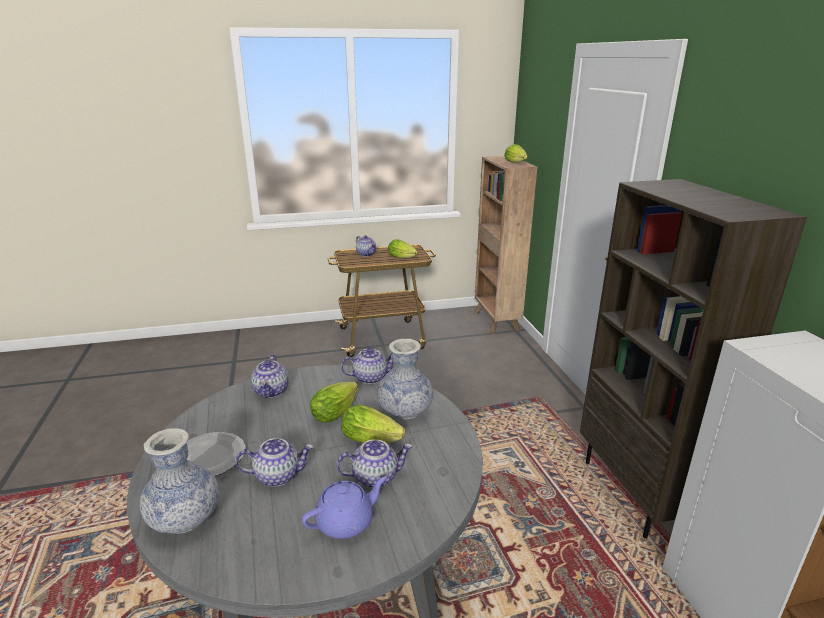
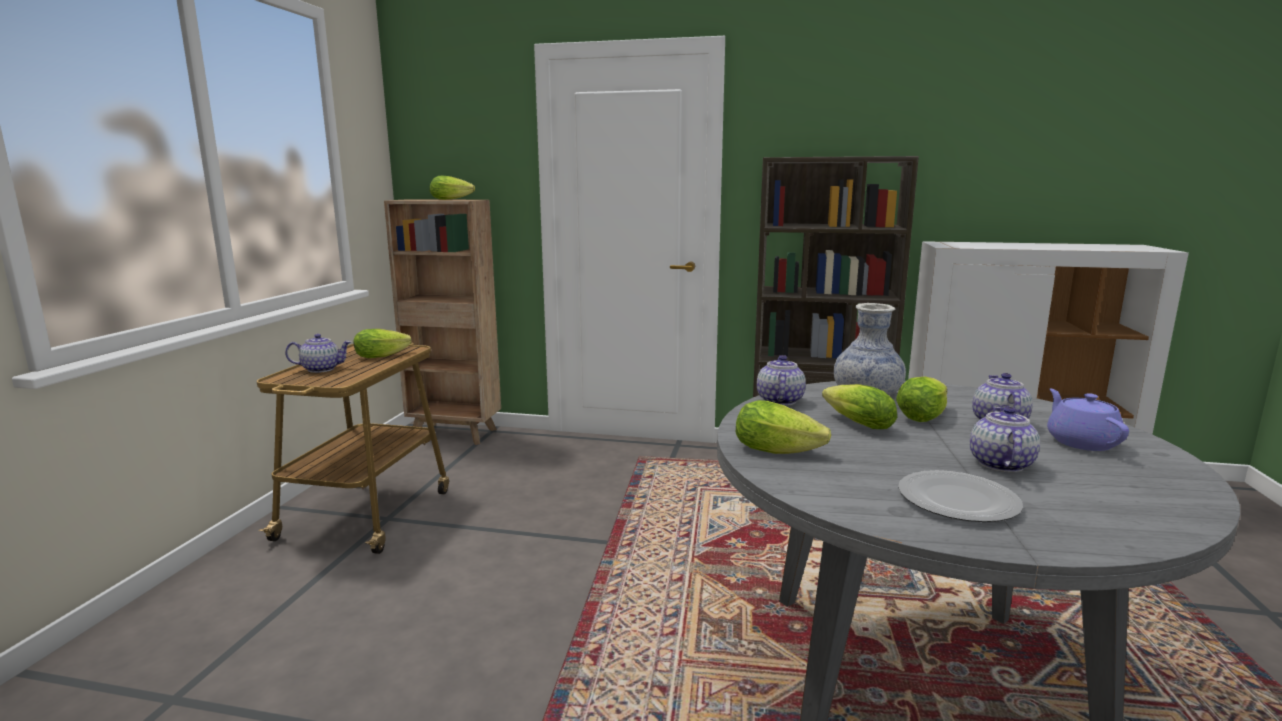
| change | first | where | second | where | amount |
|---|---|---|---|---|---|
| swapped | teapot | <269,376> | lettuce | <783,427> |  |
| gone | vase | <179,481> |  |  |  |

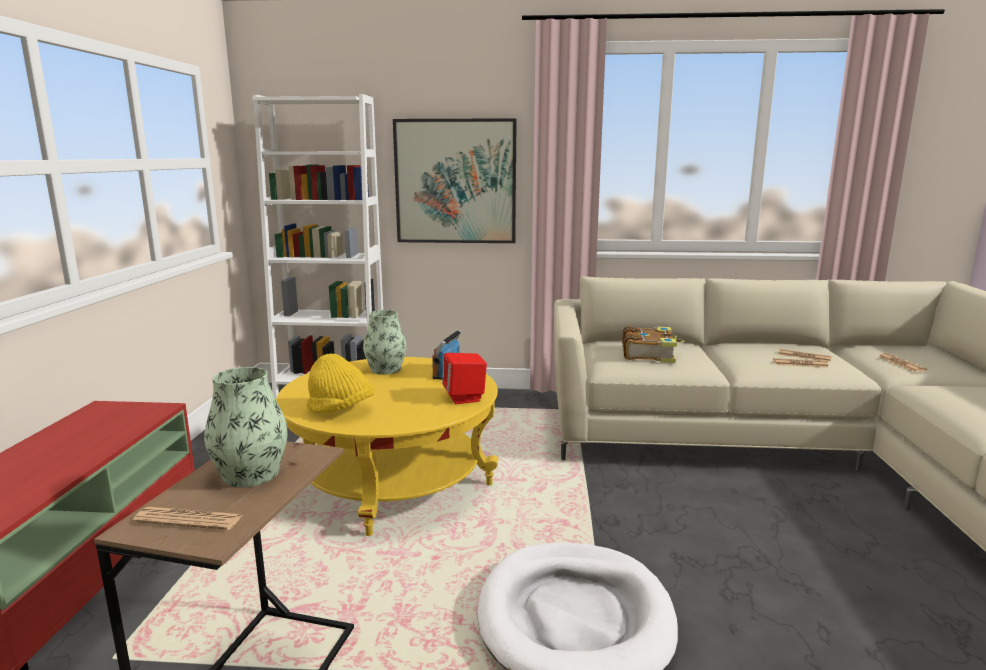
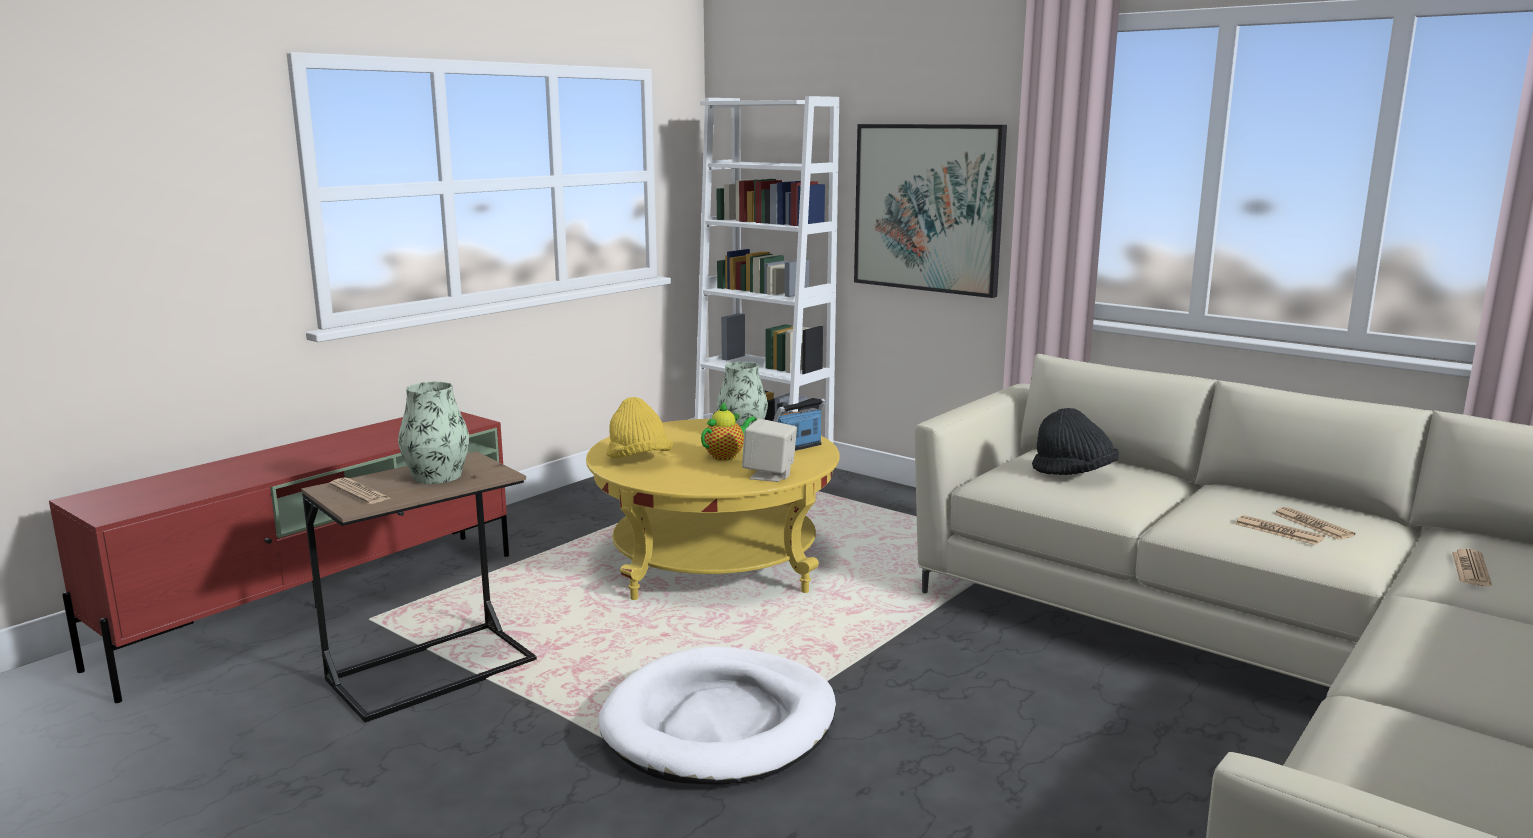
| change | first | where | second | where | amount |
|---|---|---|---|---|---|
| swapped | book | <653,344> | black hat | <1075,441> |  |
| repainted | red speaker | <464,378> | beige speaker | <769,450> |  |
| new |  |  | teapot | <728,431> |  |

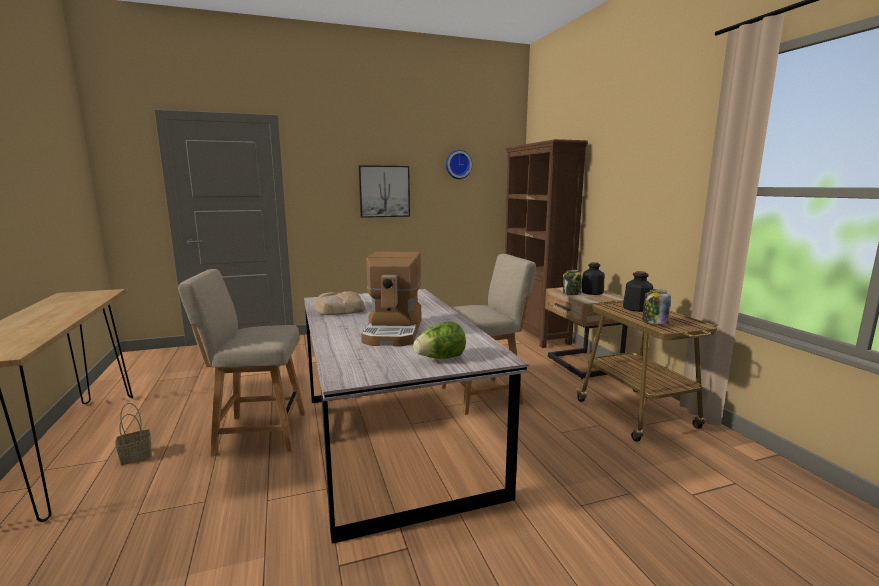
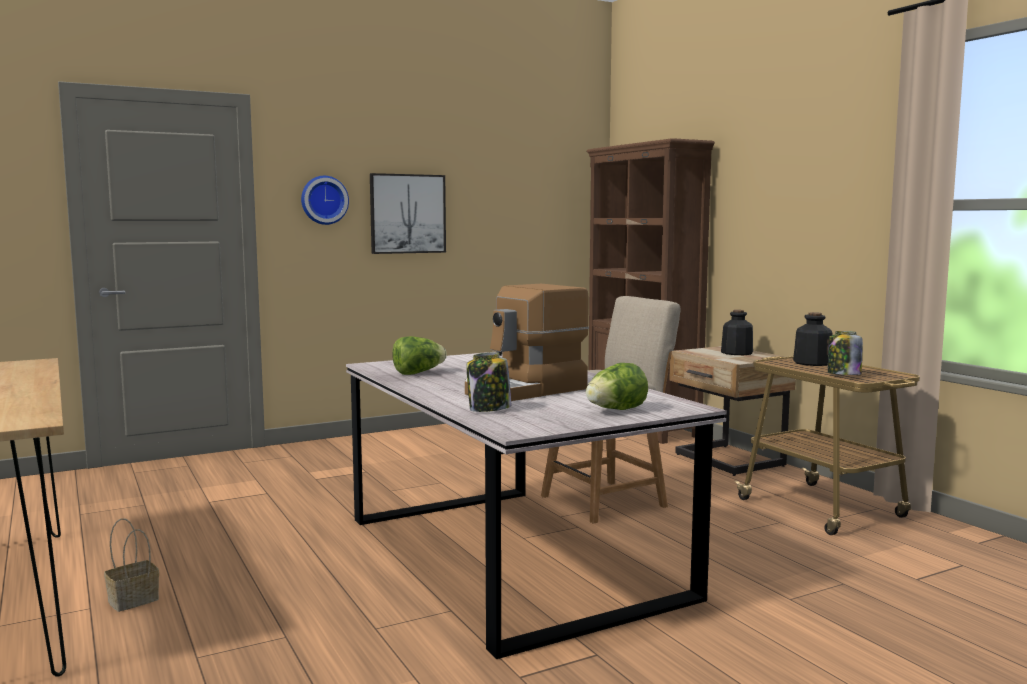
| change | first | where | second | where | amount |
|---|---|---|---|---|---|
| shifted | wall clock | <459,164> |  | <325,200> |  |
| rotated | coffee machine | <391,299> |  | <527,342> | 60 degrees clockwise |
| gone | beige chair | <241,362> |  |  |  |
| shifted | jar | <572,282> |  | <489,382> |  |
| swapped | bread | <340,303> | lettuce | <419,355> |  |

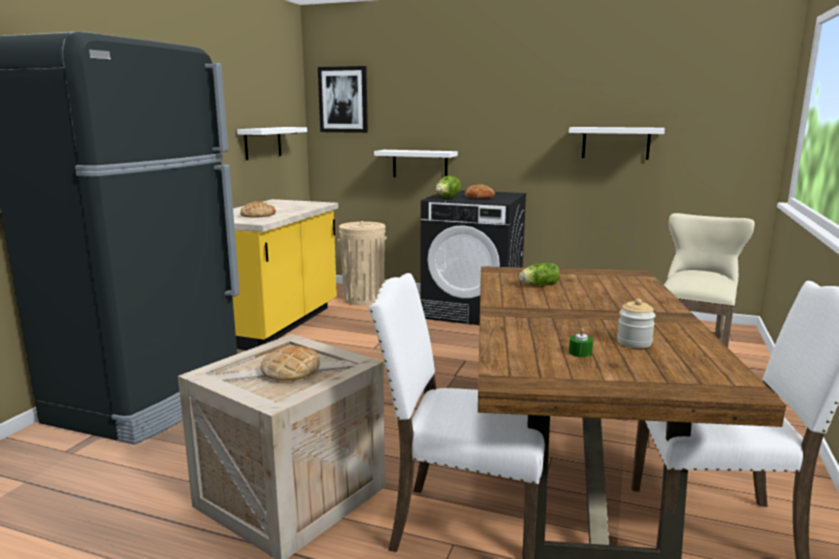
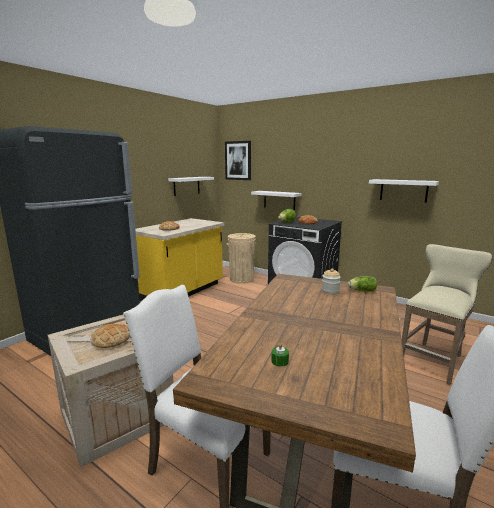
| change | first | where | second | where | amount |
|---|---|---|---|---|---|
| shifted | lettuce | <539,274> |  | <362,283> |  |
| shifted | jar | <636,323> |  | <331,281> |  |

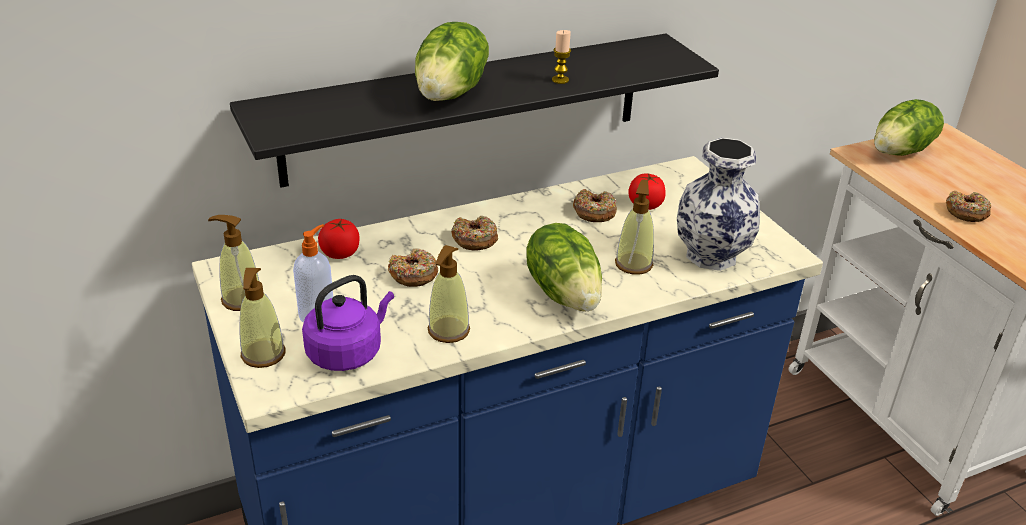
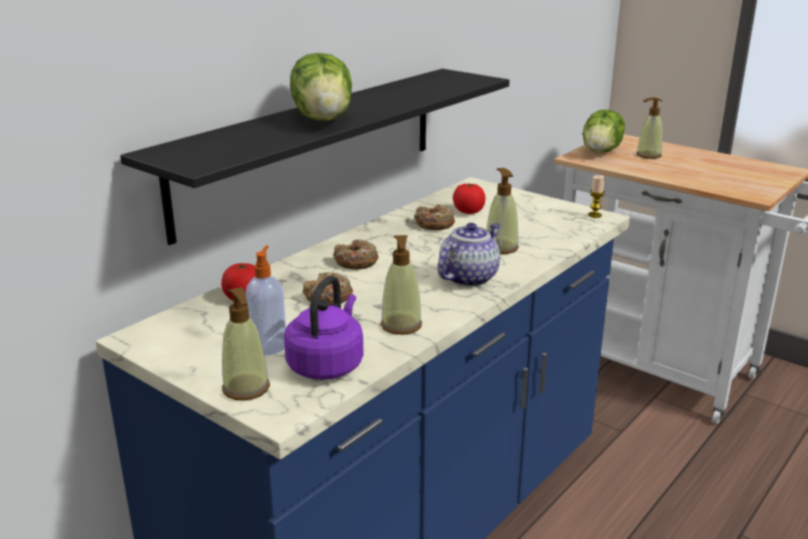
| change | first | where | second | where | amount |
|---|---|---|---|---|---|
| shifted | candle | <561,57> |  | <596,196> |  |
| gone | vase | <718,204> |  |  |  |
| gone | donut | <968,206> |  |  |  |
| shifted | soap dispenser | <233,263> |  | <649,128> |  |
| swapped | lettuce | <564,267> | teapot | <468,255> |  |

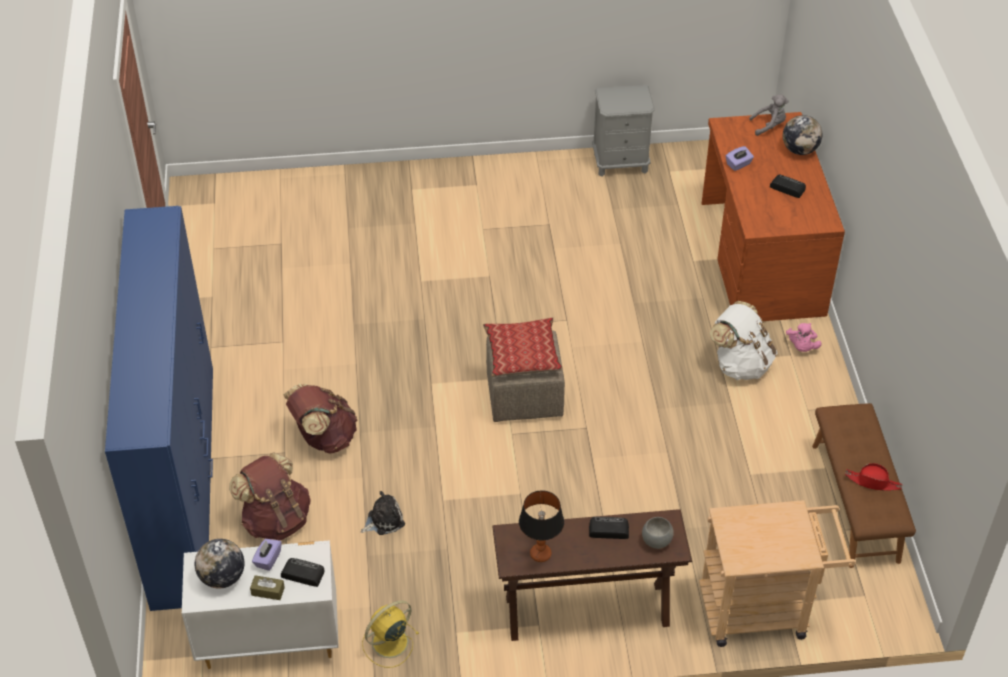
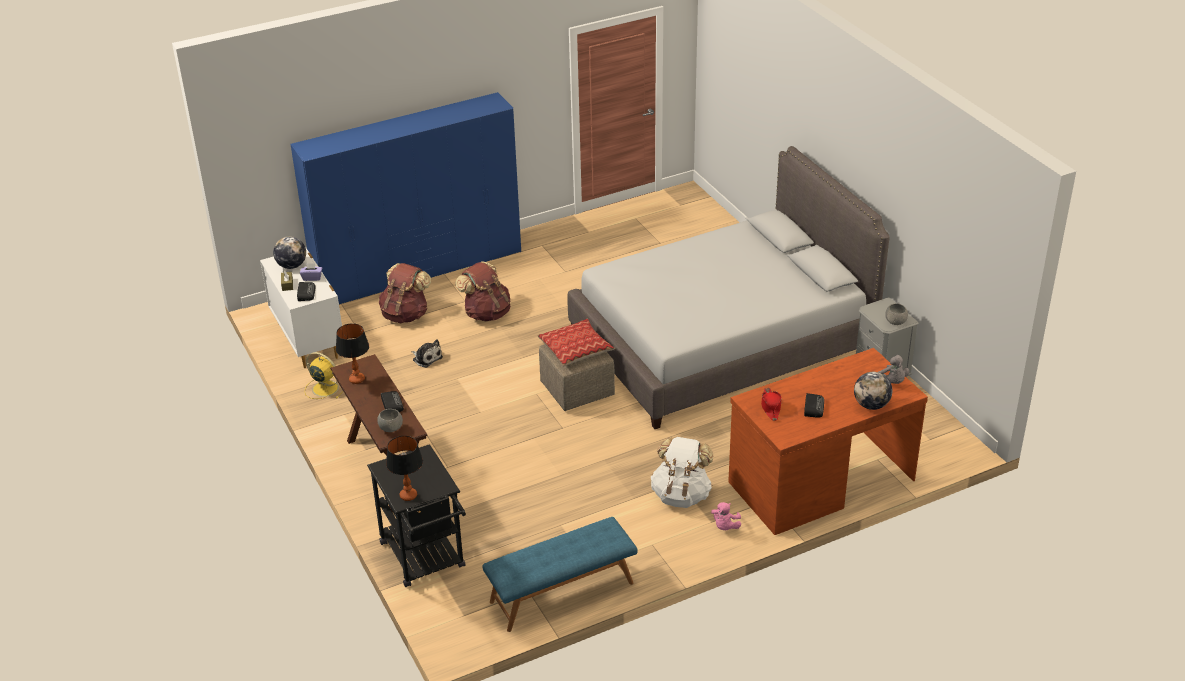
| change | first | where | second | where | amount |
|---|---|---|---|---|---|
| gone | purple tissue box | <740,158> |  |  |  |
| rotated | pink plush toy | <804,337> |  | <726,516> | 60 degrees counterclockwise |
| repainted | brown bench | <864,485> | blue bench | <560,574> |  |
| shifted | red hat | <873,477> |  | <771,404> |  |
| repainted | beige cart | <777,573> | black cart | <416,515> |  |
| new |  |  | grey bed | <728,287> |  |
| new |  |  | grey bowl | <896,314> |  |
| new |  |  | table lamp | <404,468> |  |

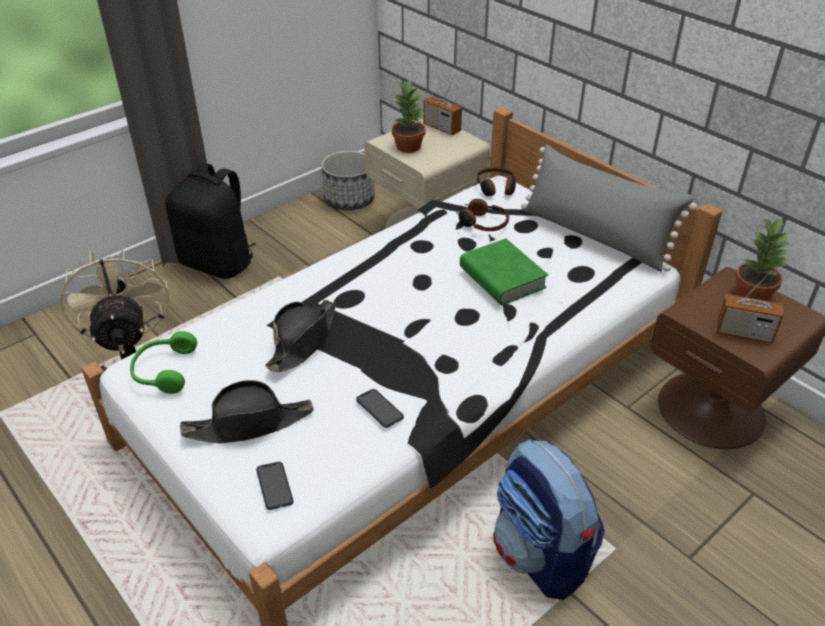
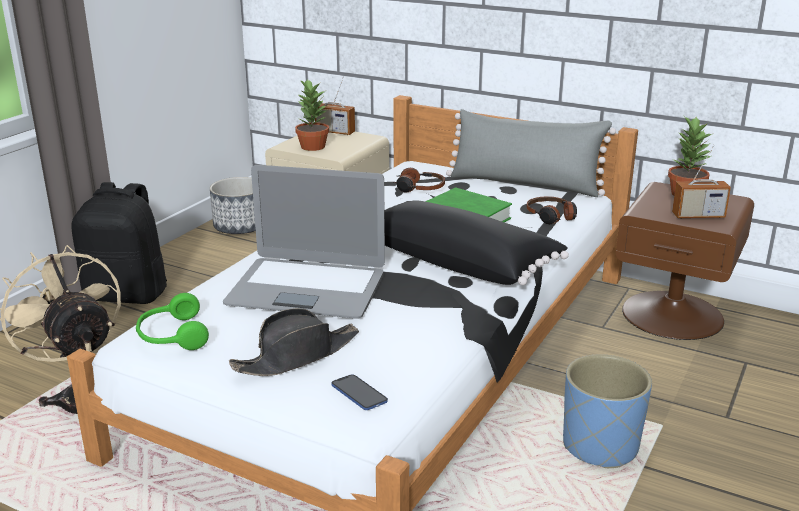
| change | first | where | second | where | amount |
|---|---|---|---|---|---|
| shifted | headphones | <496,181> |  | <552,210> |  |
| swapped | black hat | <300,335> | laptop | <304,242> |  |
| gone | phone | <380,408> |  |  |  |
| swapped | backpack | <549,519> | blue planter | <607,411> |  |
| new |  |  | black pillow | <476,242> |  |

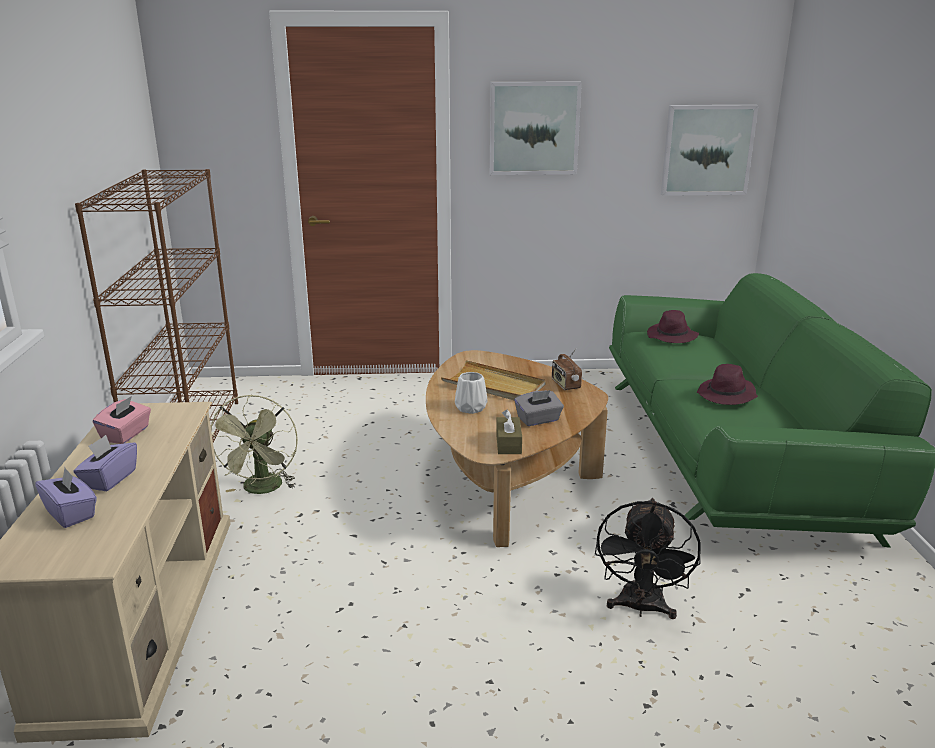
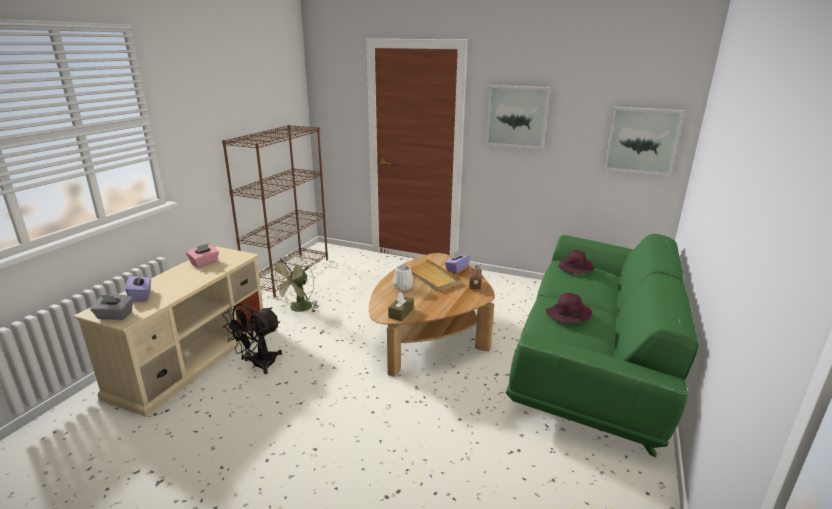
| change | first | where | second | where | amount |
|---|---|---|---|---|---|
| shifted | grey tissue box | <539,408> |  | <111,307> |  |
| shifted | purple tissue box | <105,463> |  | <457,262> |  |
| shifted | black fan | <648,558> |  | <252,338> |  |

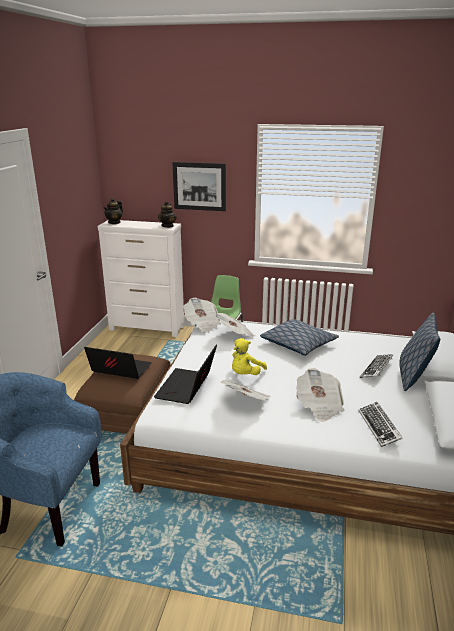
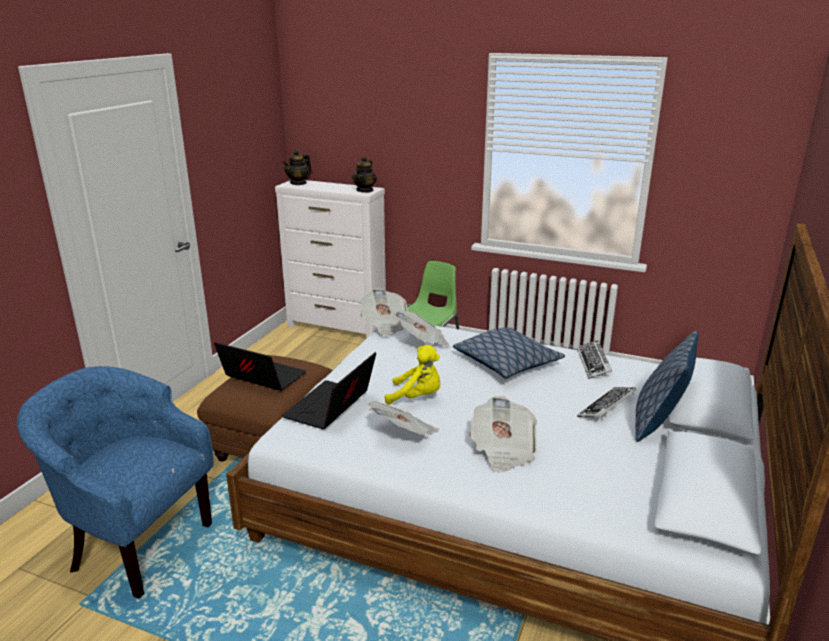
| change | first | where | second | where | amount |
|---|---|---|---|---|---|
| gone | picture | <199,186> |  |  |  |
| rotated | yellow plush toy | <249,356> |  | <412,375> | 120 degrees counterclockwise |
| shifted | keyboard | <381,424> |  | <594,359> |  |

